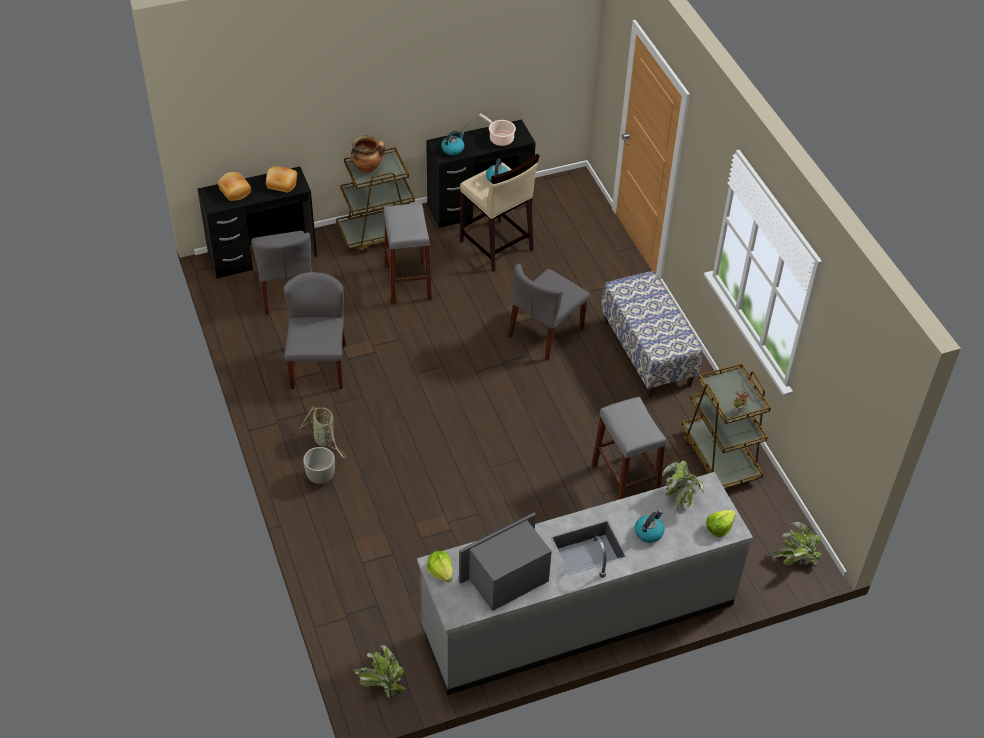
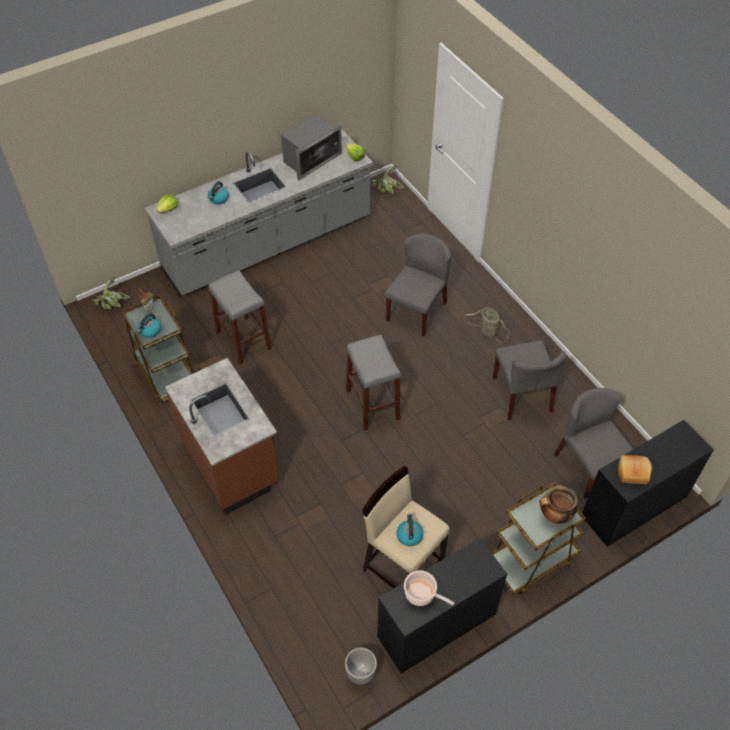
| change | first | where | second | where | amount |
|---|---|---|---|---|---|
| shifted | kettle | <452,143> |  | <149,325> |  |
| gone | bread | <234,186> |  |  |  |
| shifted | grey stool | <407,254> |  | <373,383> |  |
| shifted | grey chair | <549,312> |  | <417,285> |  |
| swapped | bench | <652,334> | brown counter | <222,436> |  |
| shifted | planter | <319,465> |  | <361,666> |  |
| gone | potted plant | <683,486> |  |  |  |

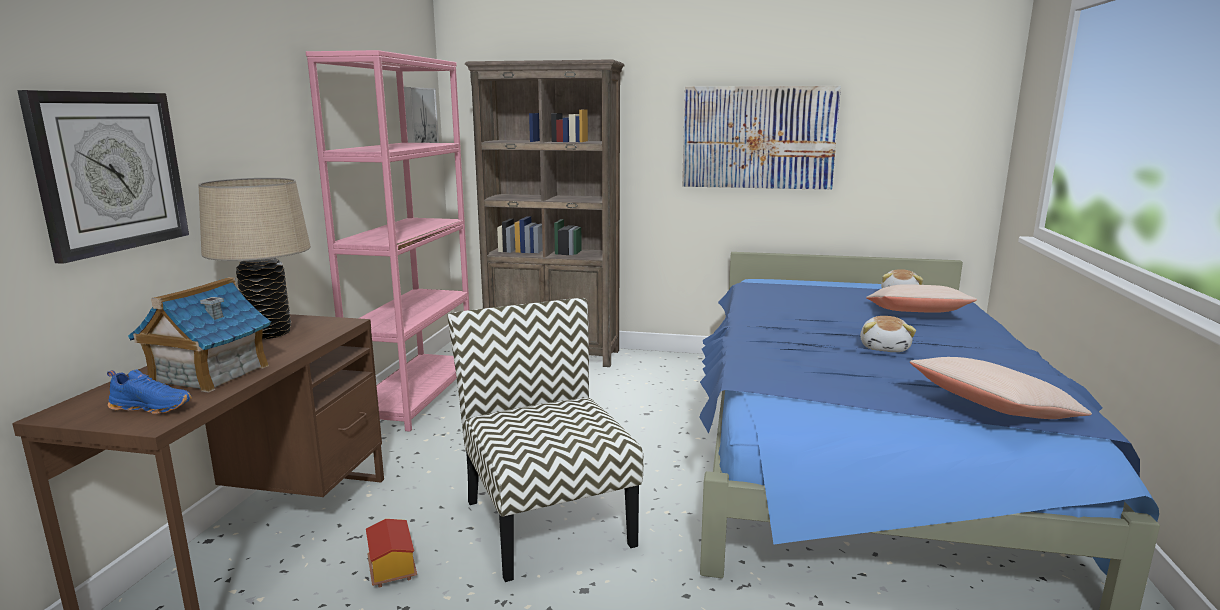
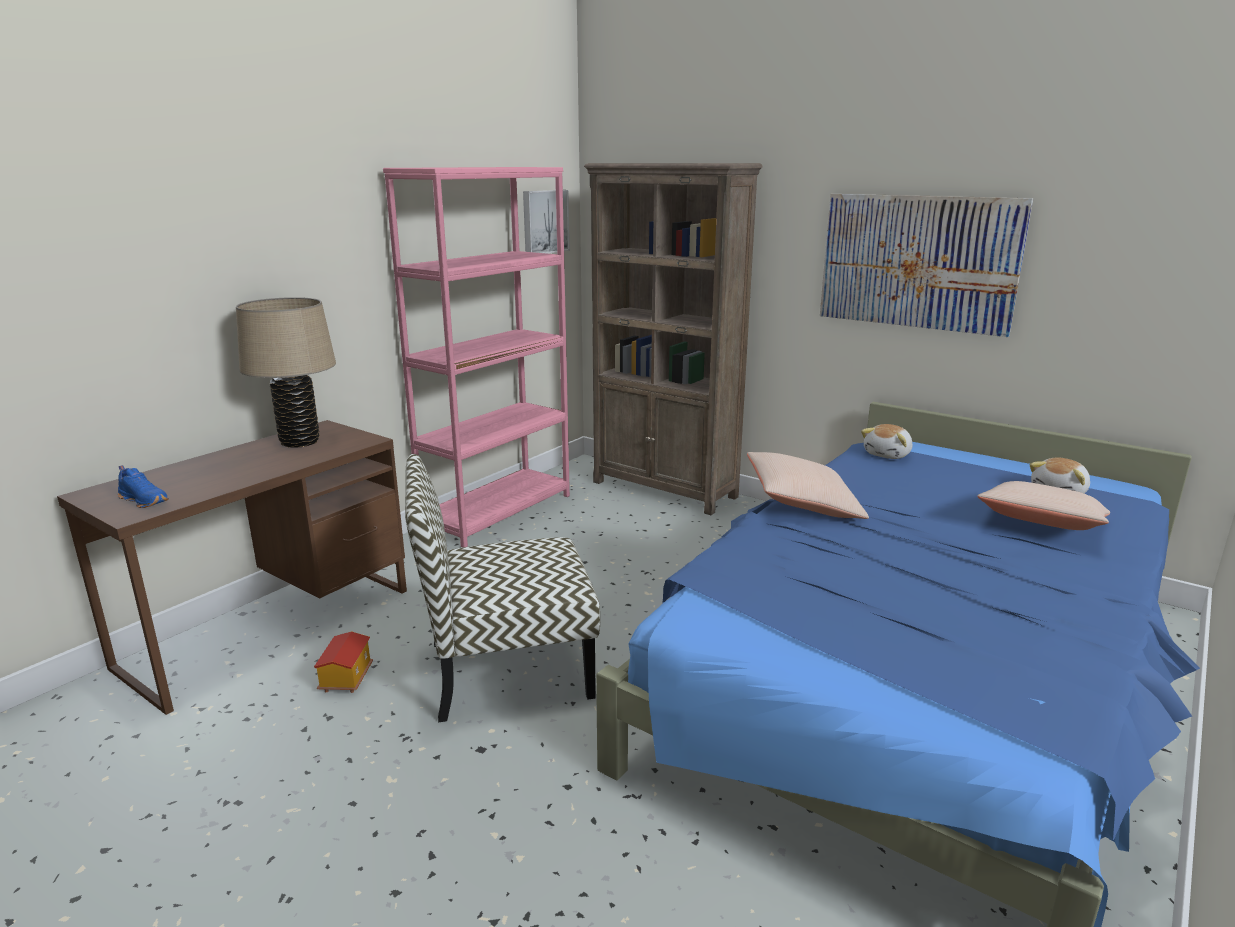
| change | first | where | second | where | amount |
|---|---|---|---|---|---|
| gone | wall clock | <103,177> |  |  |  |
| gone | toy house | <199,335> |  |  |  |
| rotated | chair | <545,440> |  | <502,588> | 105 degrees counterclockwise |
| shifted | plush toy | <888,334> |  | <886,441> |  |
| shifted | beige pillow | <1001,388> |  | <808,485> |  |

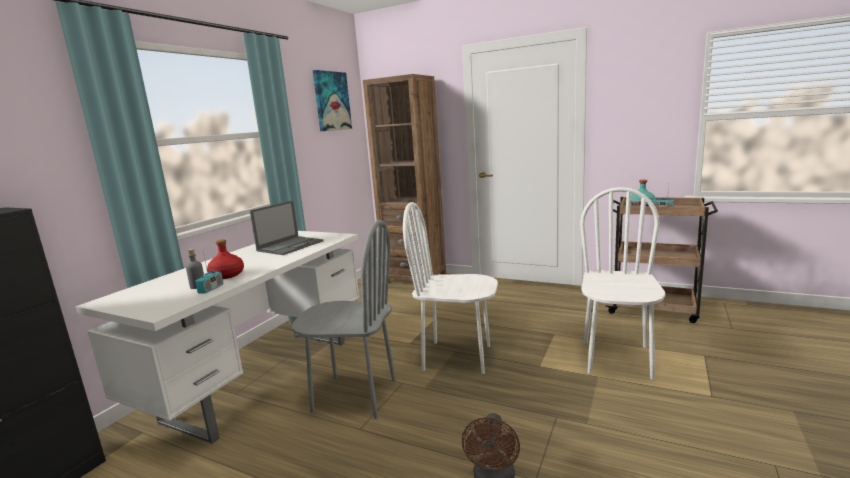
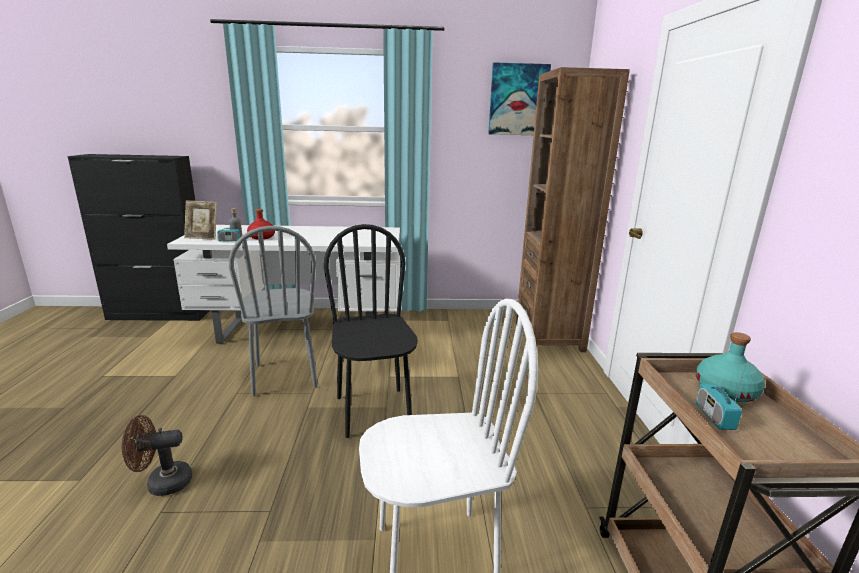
| change | first | where | second | where | amount |
|---|---|---|---|---|---|
| gone | laptop | <287,228> |  |  |  |
| repainted | white chair | <450,288> | black chair | <371,331> |  |
| new |  |  | picture frame | <200,220> |  |

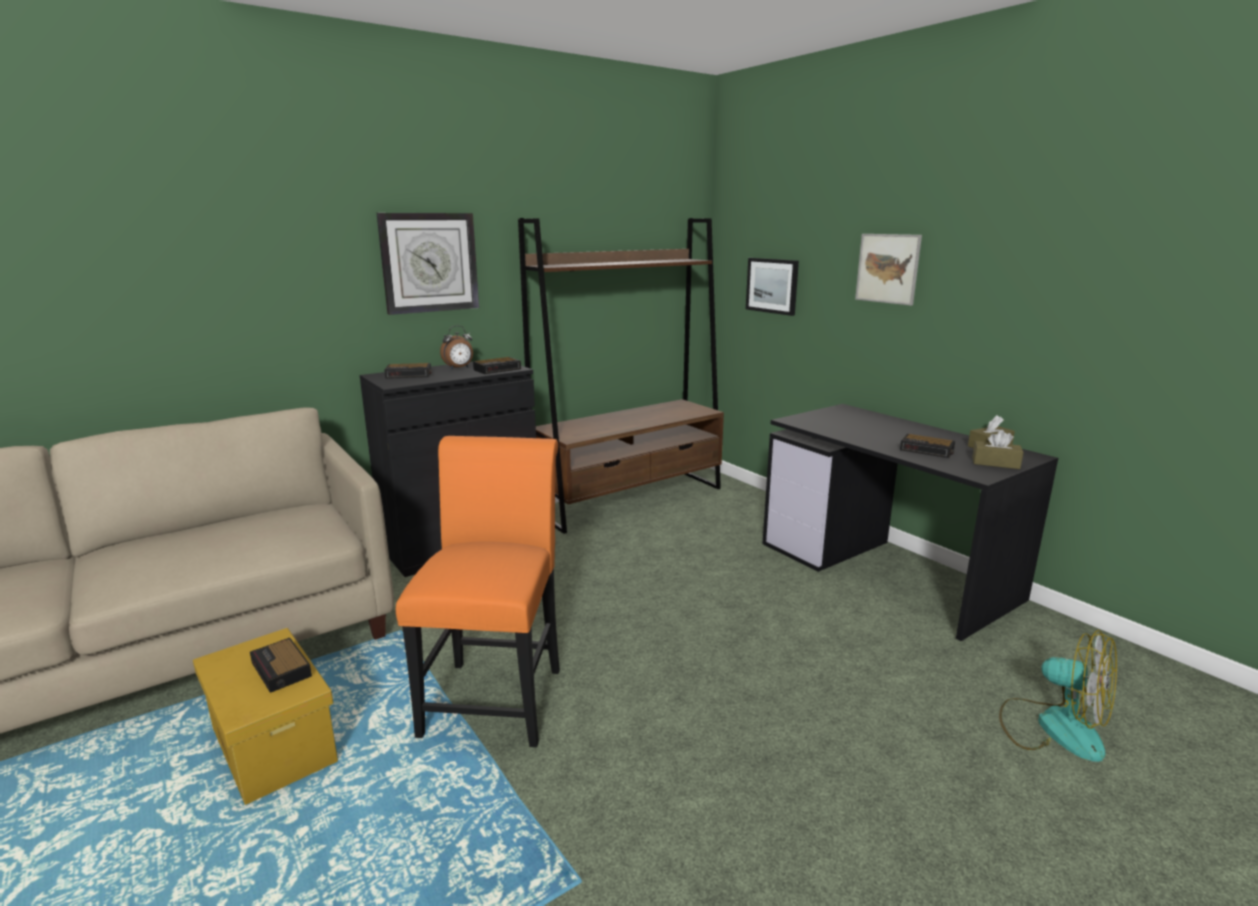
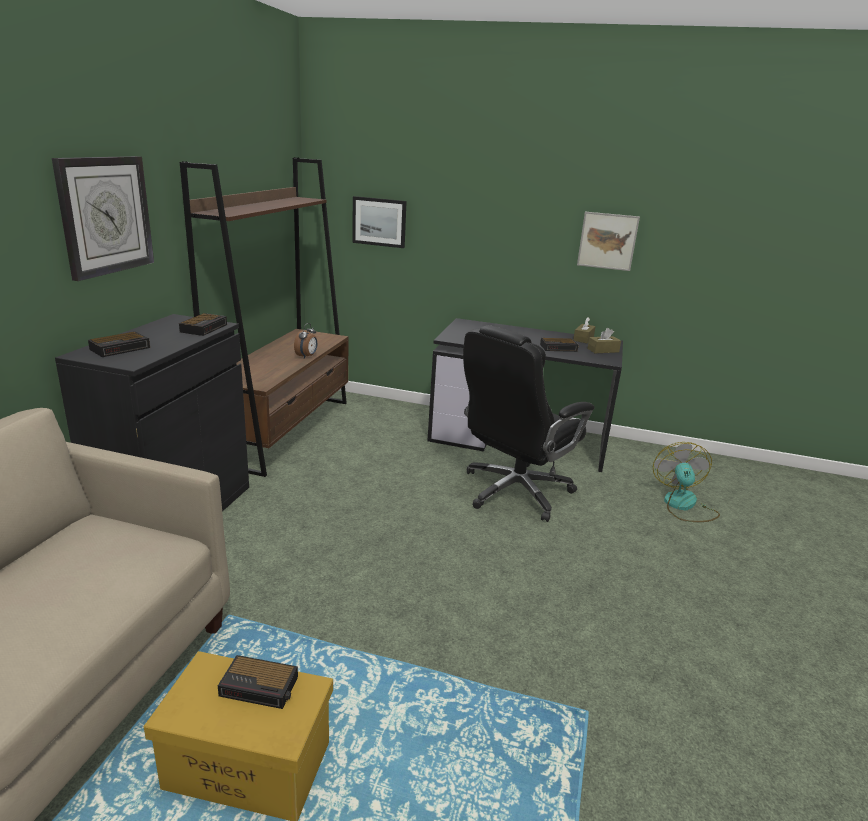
| change | first | where | second | where | amount |
|---|---|---|---|---|---|
| shifted | picture | <888,270> |  | <608,241> |  |
| shifted | alarm clock | <456,347> |  | <305,340> |  |
| gone | orange chair | <478,591> |  |  |  |
| rotated | fan | <1058,696> |  | <686,482> | 90 degrees counterclockwise |
| new |  |  | black office chair | <529,423> |  |

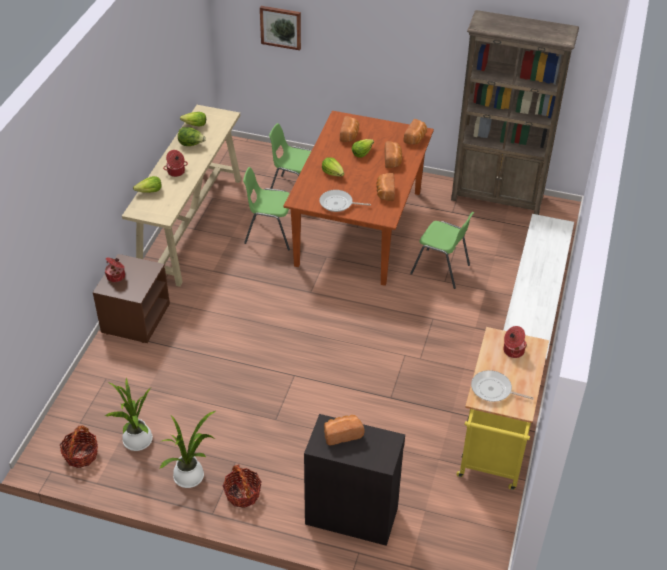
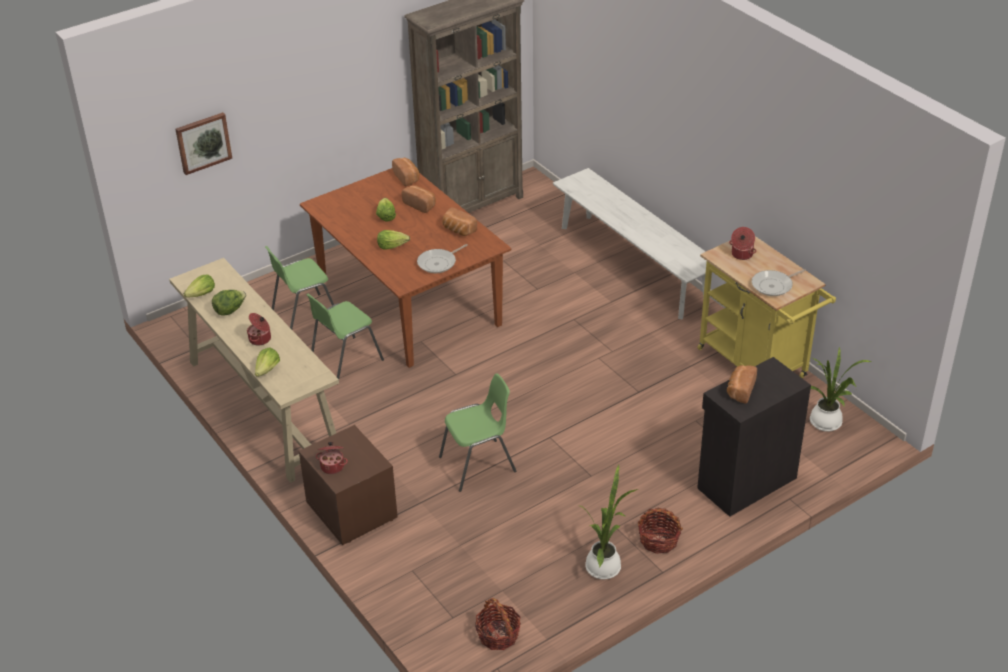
| change | first | where | second | where | amount |
|---|---|---|---|---|---|
| gone | bread | <349,129> |  |  |  |
| shifted | green chair | <442,250> |  | <477,432> |  |
| shifted | potted plant | <129,414> |  | <841,389> |  |

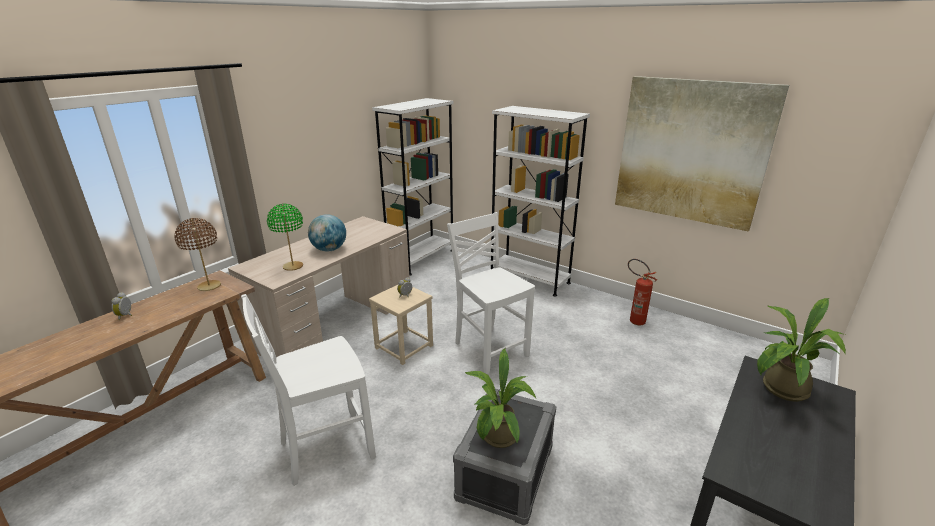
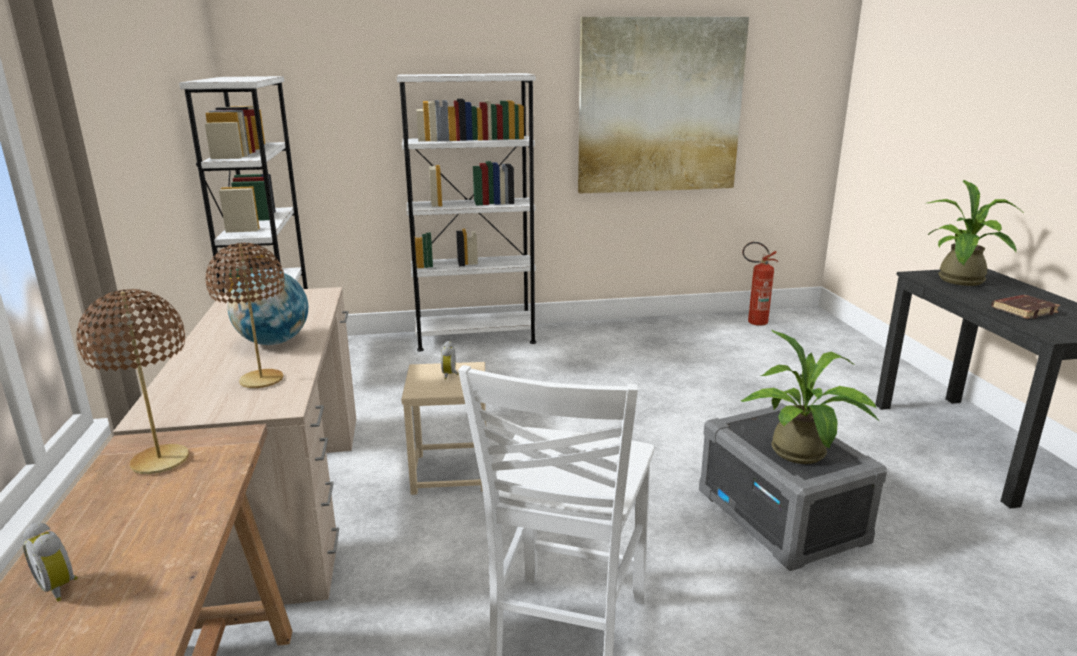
| change | first | where | second | where | amount |
|---|---|---|---|---|---|
| repainted | green table lamp | <285,237> | brown table lamp | <245,315> |  |
| gone | white chair | <491,293> |  |  |  |
| shifted | fire extinguisher | <642,292> |  | <760,284> |  |
| new |  |  | brown book | <1026,307> |  |

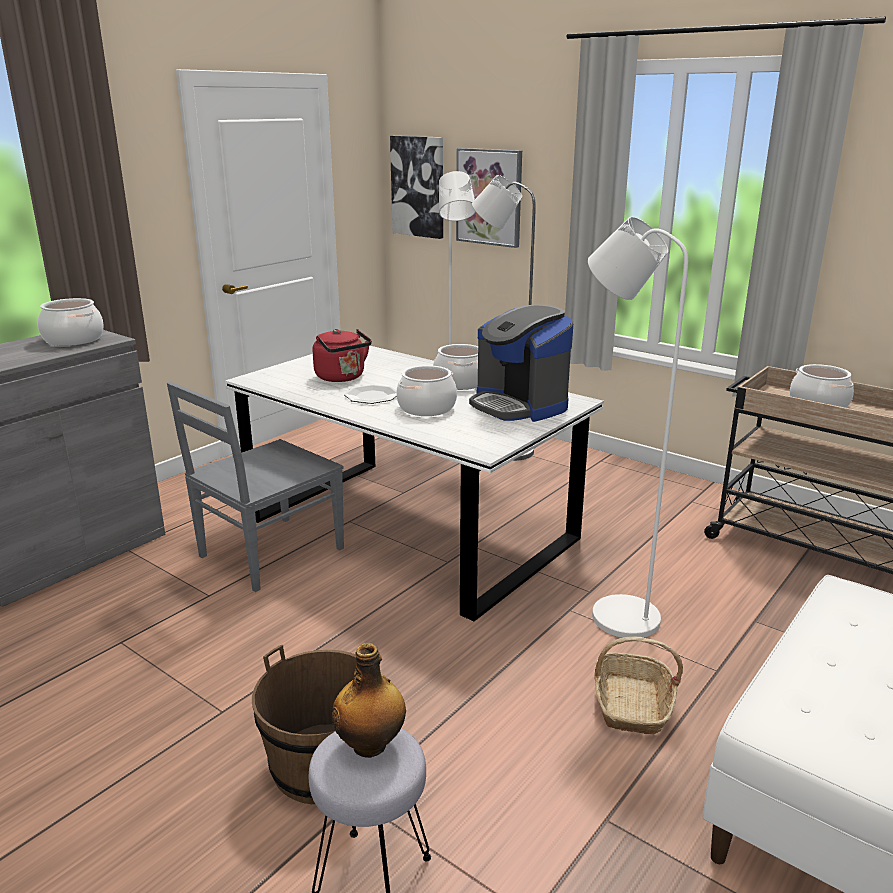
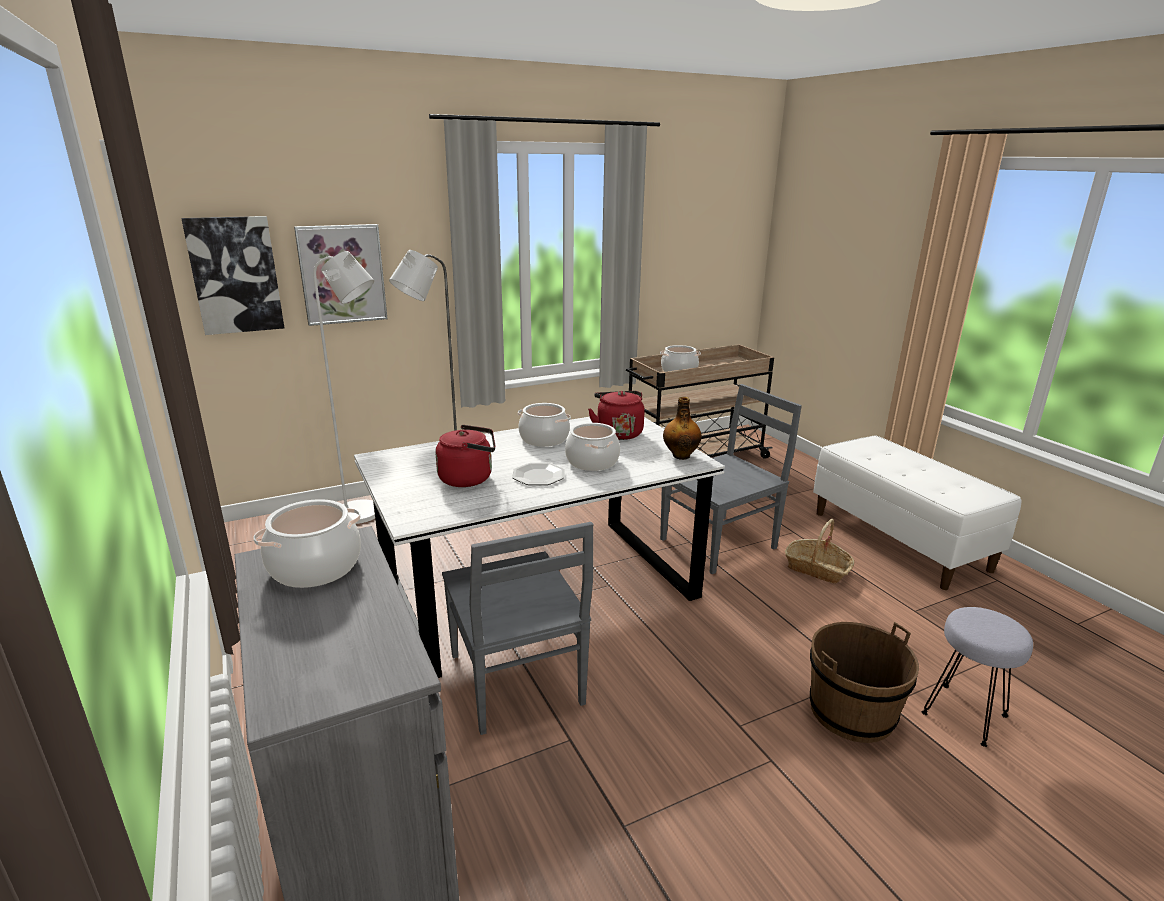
| change | first | where | second | where | amount |
|---|---|---|---|---|---|
| swapped | white floor lamp | <638,427> | grey chair | <731,479> |  |
| swapped | coffee machine | <521,363> | red kettle | <616,415> |  |
| shifted | bottle | <368,700> |  | <682,428> |  |

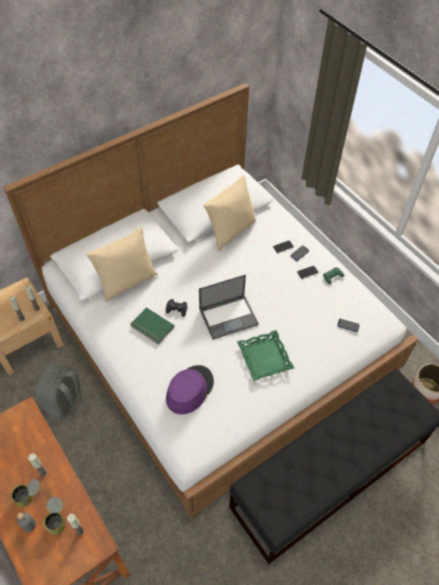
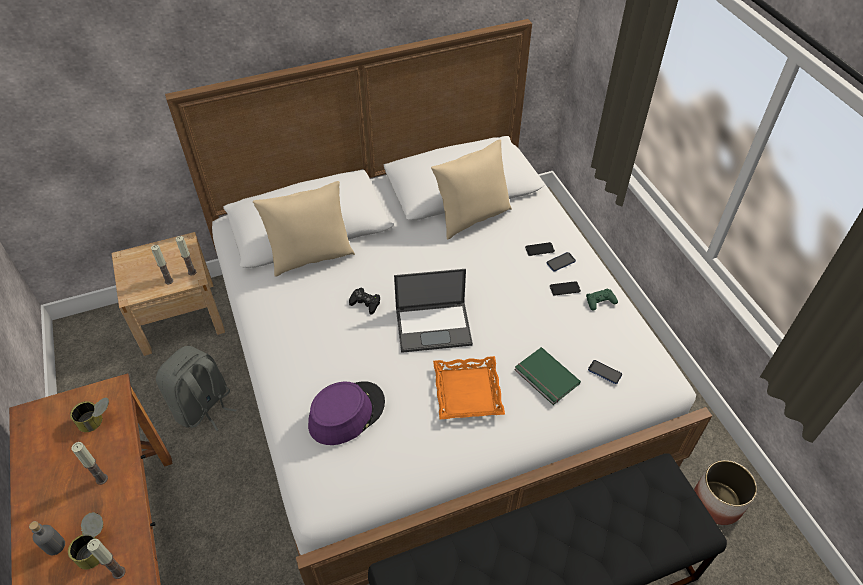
| change | first | where | second | where | amount |
|---|---|---|---|---|---|
| shifted | green book | <152,326> |  | <548,376> |  |
| repainted | green tray | <265,355> | orange tray | <469,387> |  |
| shifted | can | <25,493> |  | <89,415> |  |

